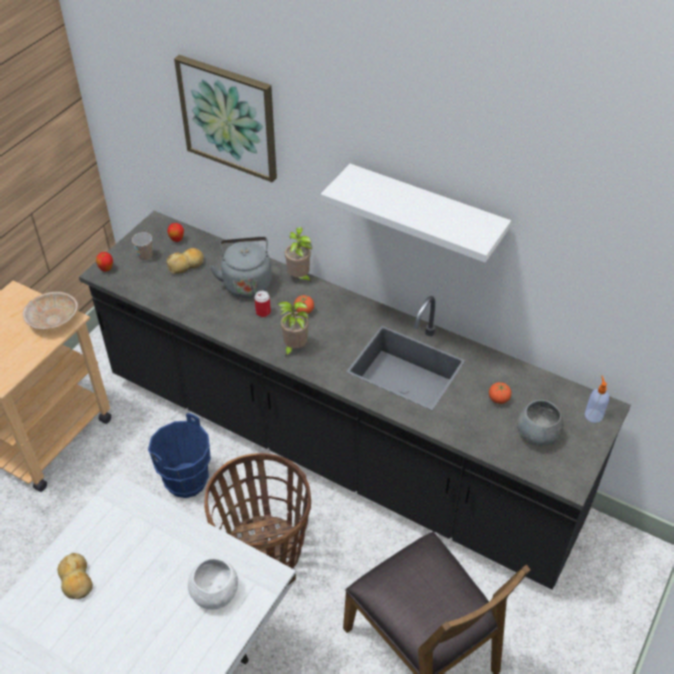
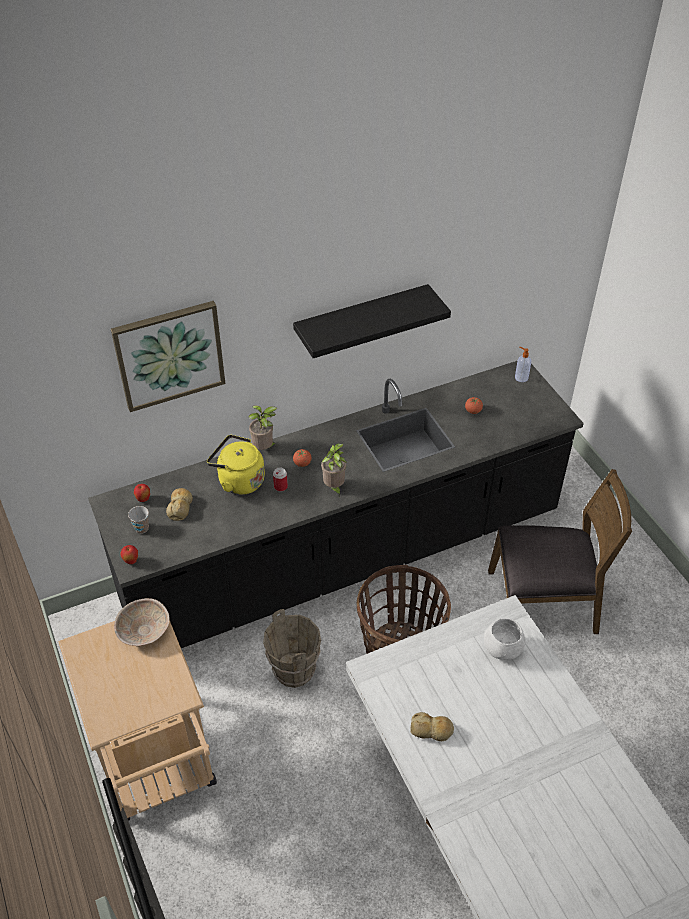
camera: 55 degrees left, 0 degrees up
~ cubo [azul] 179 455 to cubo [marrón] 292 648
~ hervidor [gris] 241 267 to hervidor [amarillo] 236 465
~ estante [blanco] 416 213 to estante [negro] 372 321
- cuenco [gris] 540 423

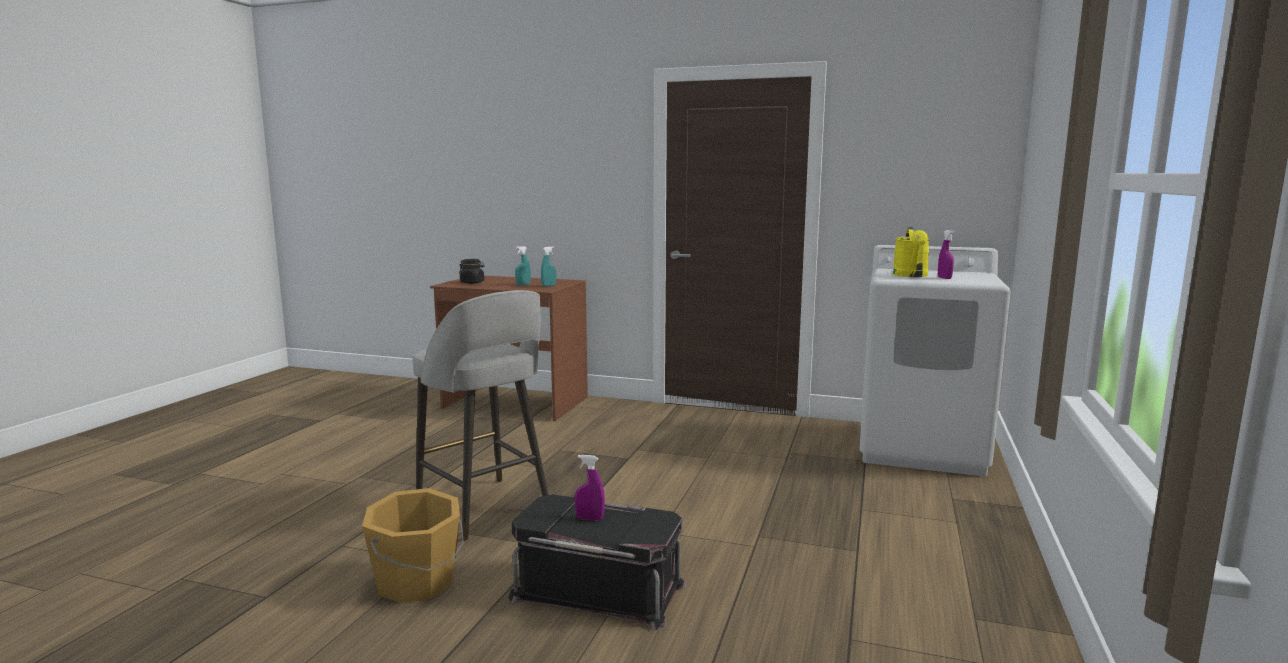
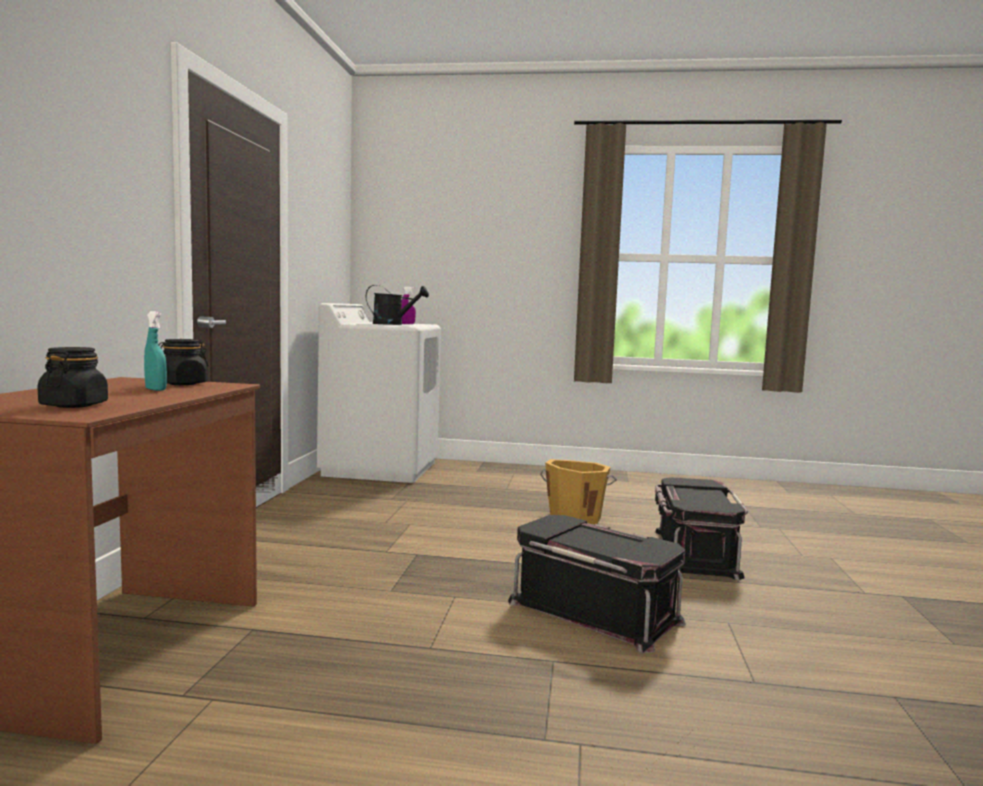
camera: 100 degrees left, 5 degrees down
~ cubo [naranja] 413 545 to 578 491
~ taburete [gris] 480 415 to caja de almacenaje [negro] 597 584
~ pulverizador [turquesa] 549 266 to tarro [negro] 183 362
- pulverizador [morado] 590 488
~ regadera [amarillo] 911 252 to regadera [negro] 397 305

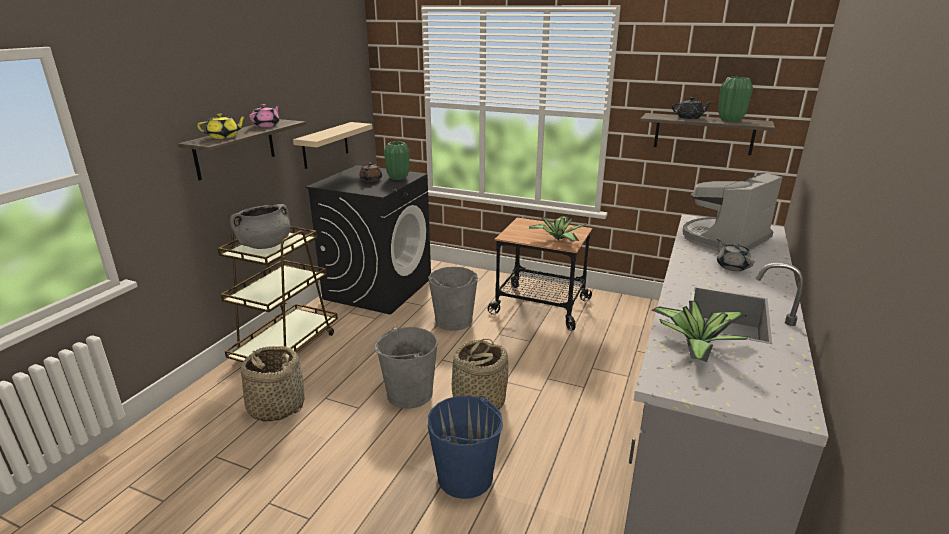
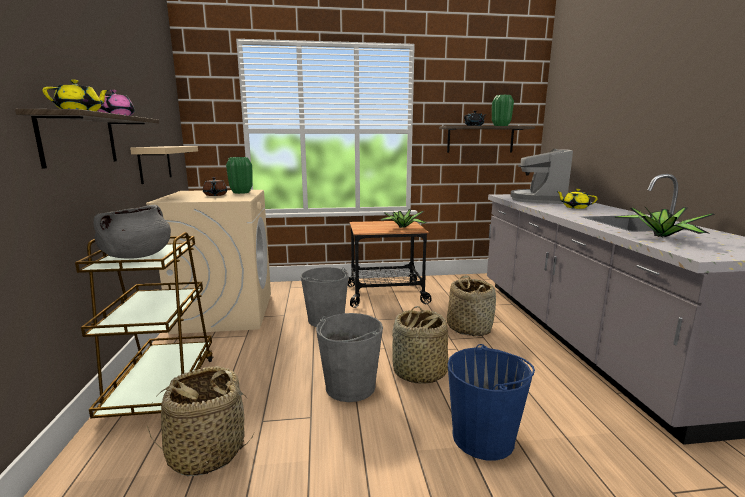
camera: 30 degrees left, 10 degrees down
~ lavadora [negro] 368 240 to lavadora [beis] 208 262
~ tetera [gris] 735 255 to tetera [amarillo] 577 199
+ cesta 471 305

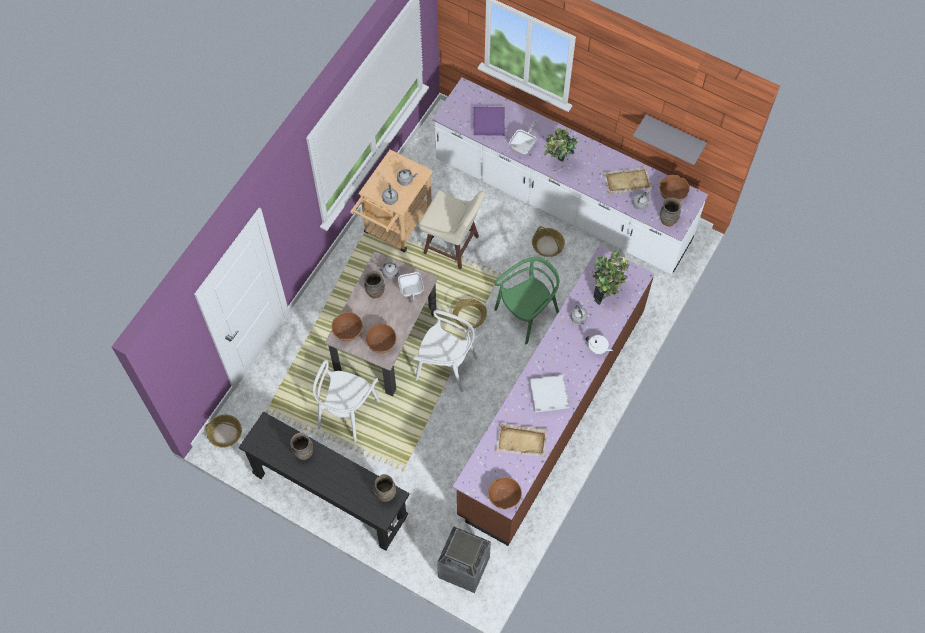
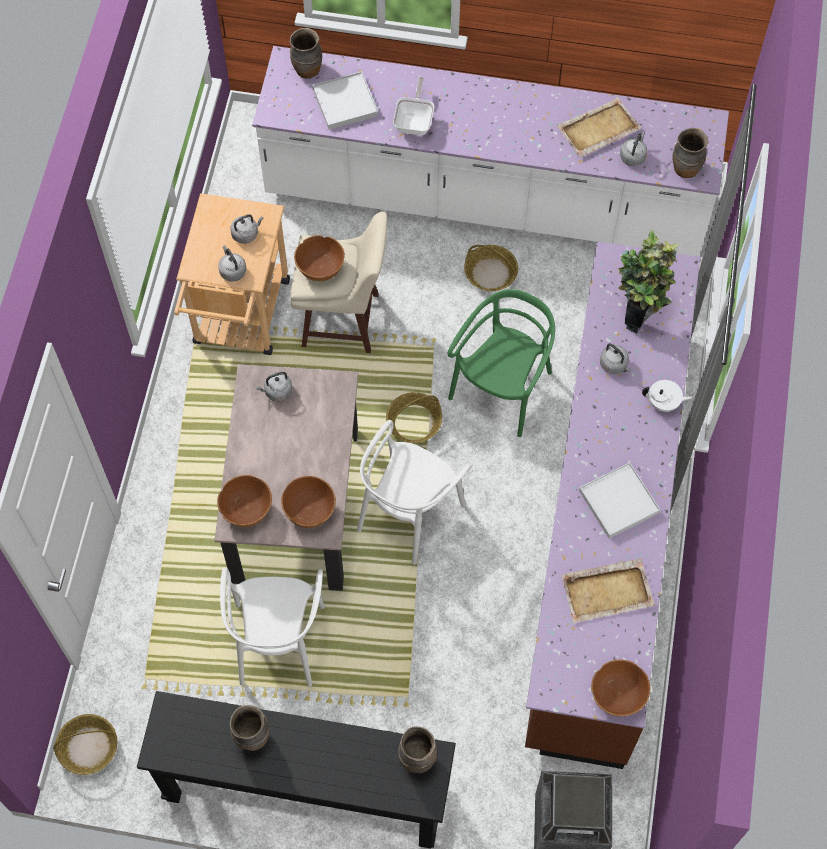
camera: 20 degrees left, 0 degrees up
~ florero [marrón] 374 284 to 306 53
- sartén 411 291
~ silla [blanco] 445 351 = 414 492 120 degrees clockwise
~ bandeja [morado] 489 121 to bandeja [blanco] 345 100
- planta en maceta 561 145
- estante [gris] 670 140
~ cuenco [marrón] 674 188 to 319 258

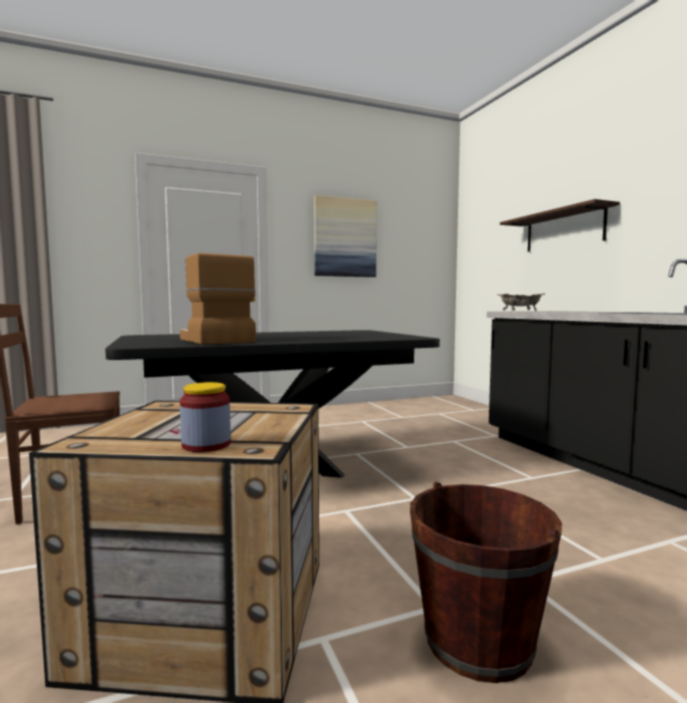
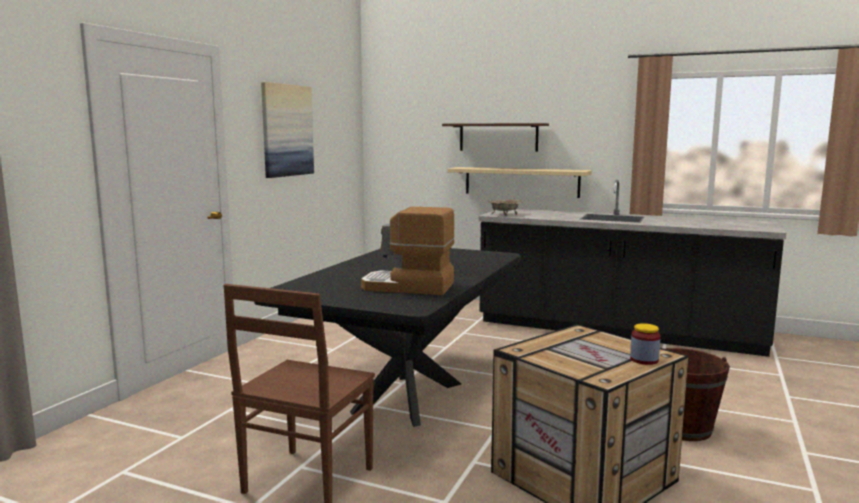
camera: 45 degrees left, 5 degrees up
+ estante [beis] 519 182

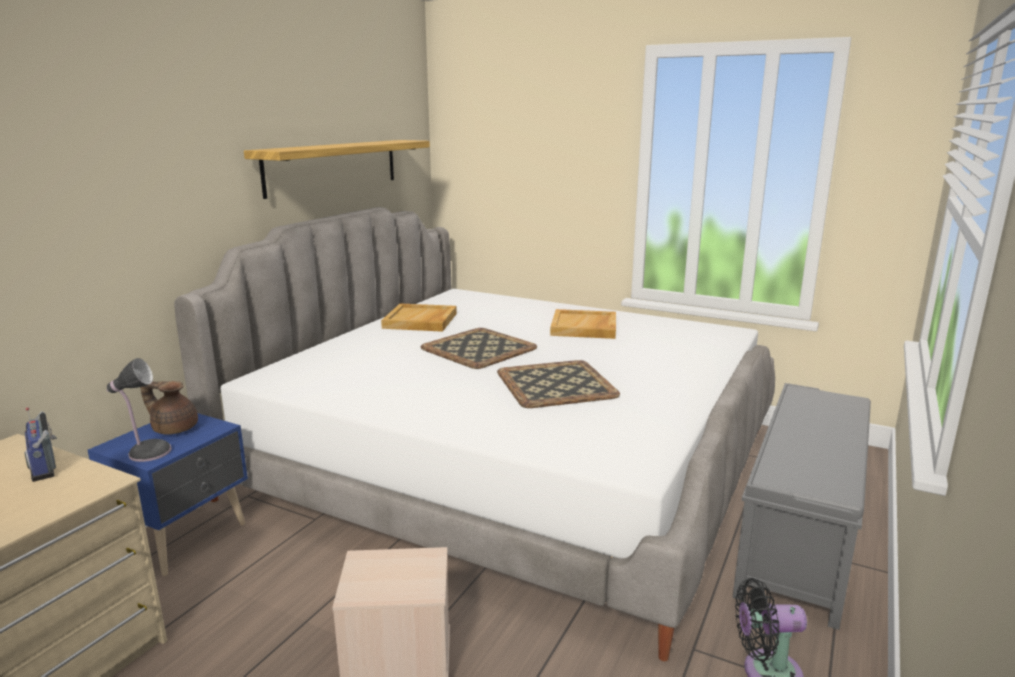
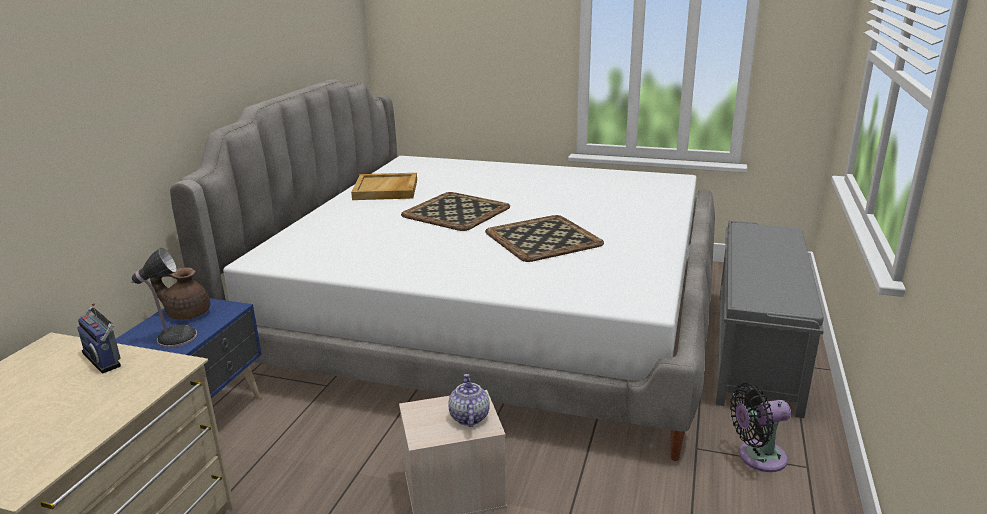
camera: 10 degrees left, 5 degrees up
- estante 337 169
- bandeja [beis] 583 324
+ tetera 469 400

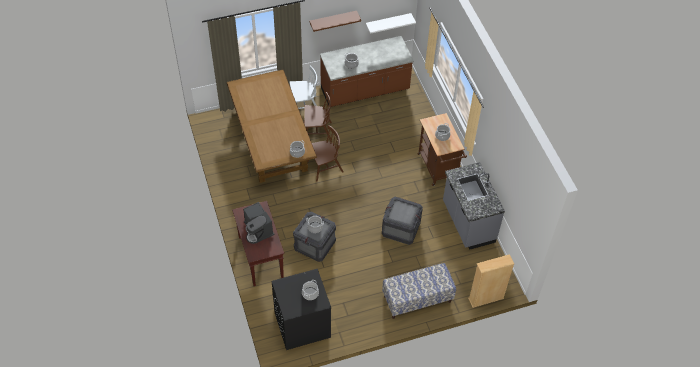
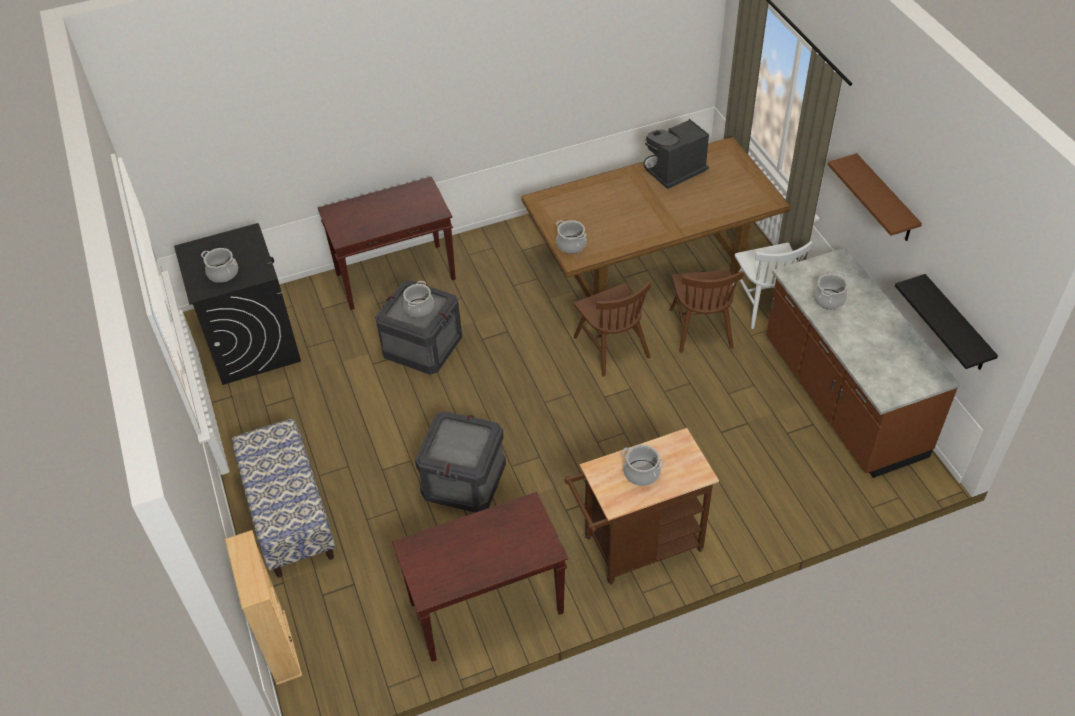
camera: 90 degrees right, 5 degrees down
~ cafetera 258 223 to 676 154
~ estante [blanco] 391 23 to estante [negro] 946 322
~ mueble bajo de cocina [gris] 474 206 to mesa consola [marrón] 480 577

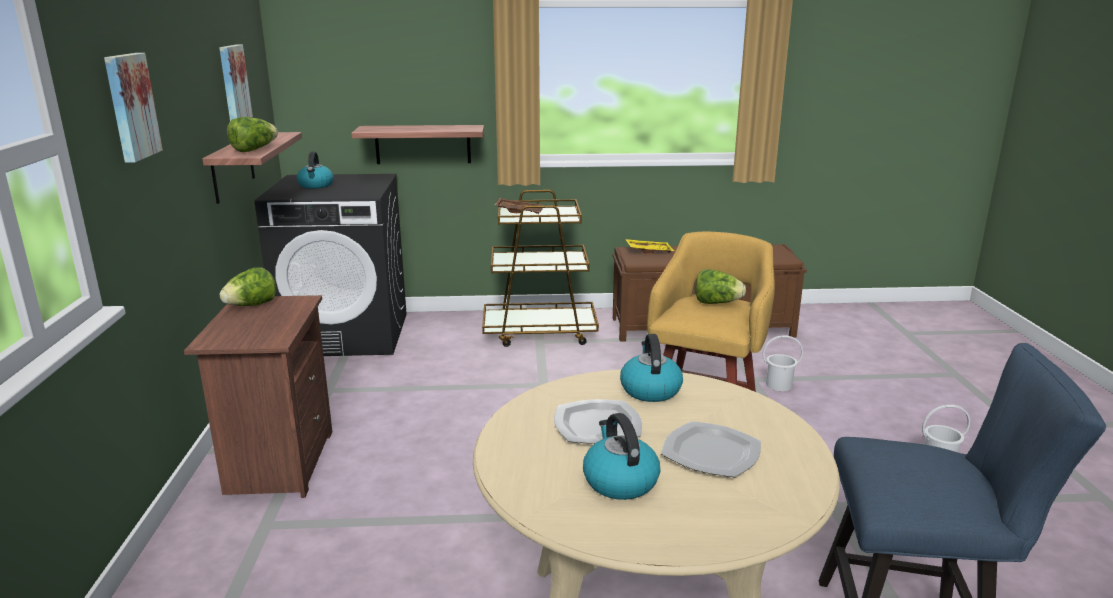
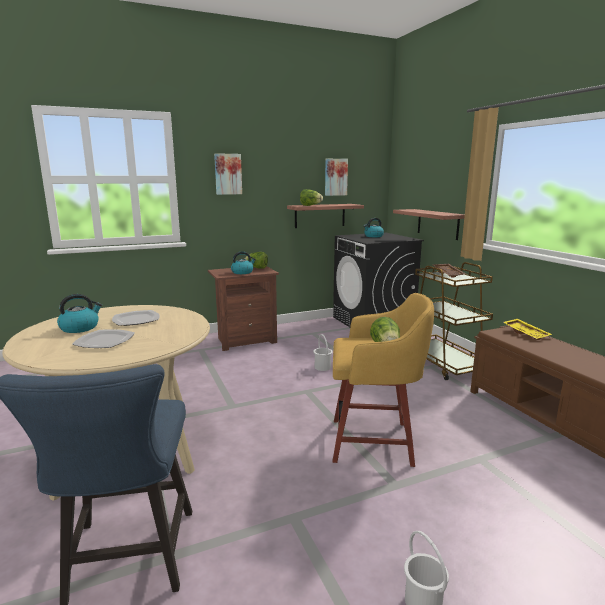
camera: 70 degrees right, 5 degrees down
~ hervidor 651 368 to 243 262
~ cubo [blanco] 783 363 to 323 352

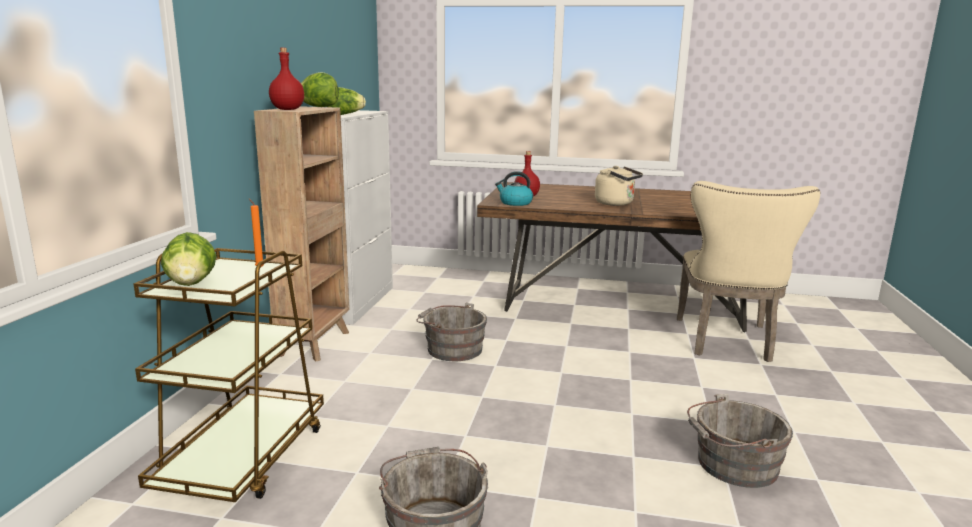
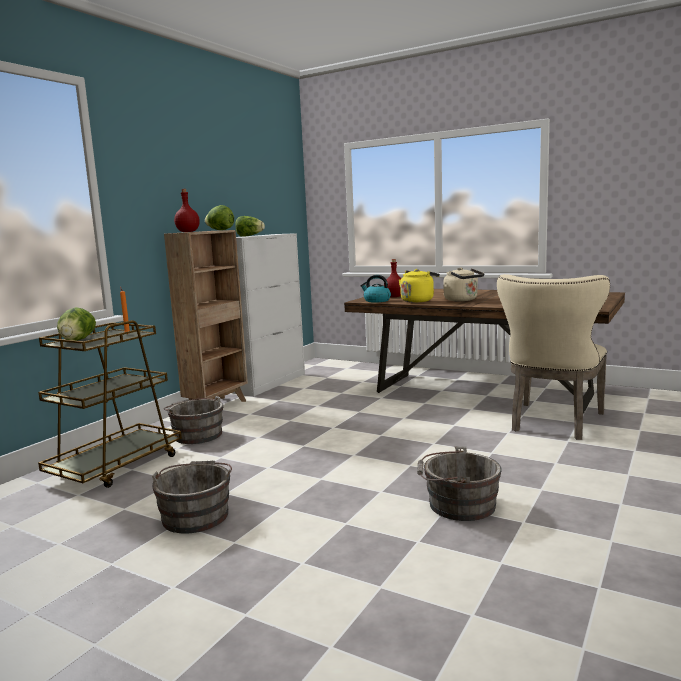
camera: 20 degrees right, 5 degrees down
~ cubo [gris] 451 332 to 193 420
+ hervidor [amarillo] 419 285

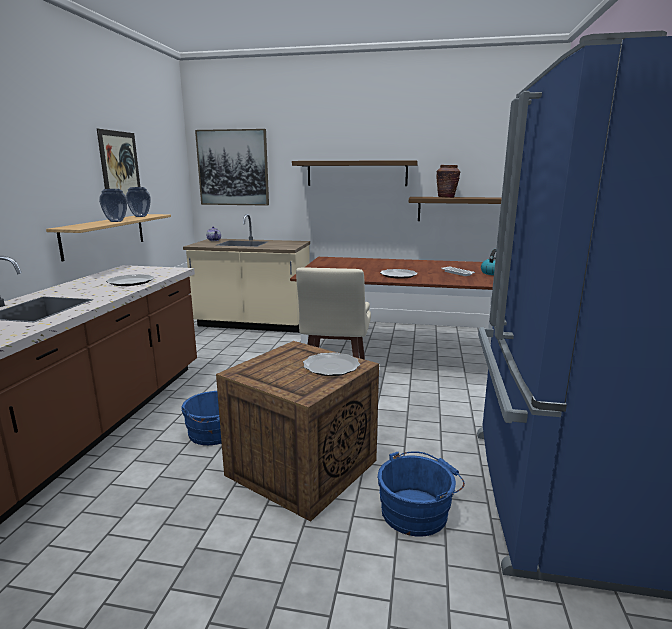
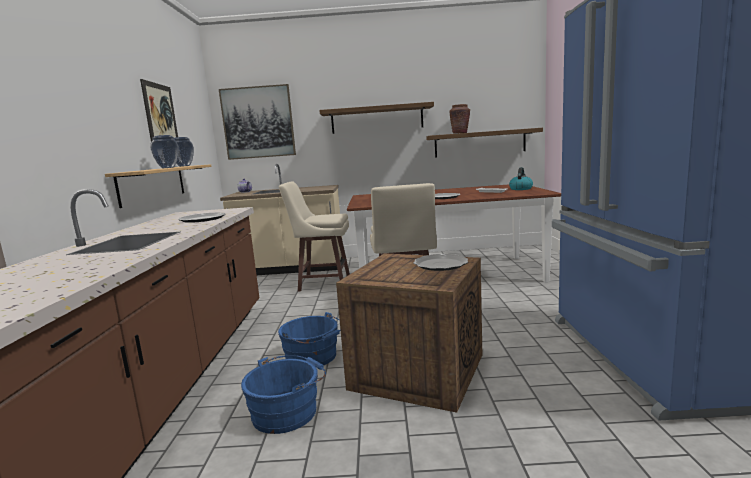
camera: 10 degrees left, 5 degrees down
~ cubo [azul] 421 494 to 283 394
+ taburete [beis] 314 236

